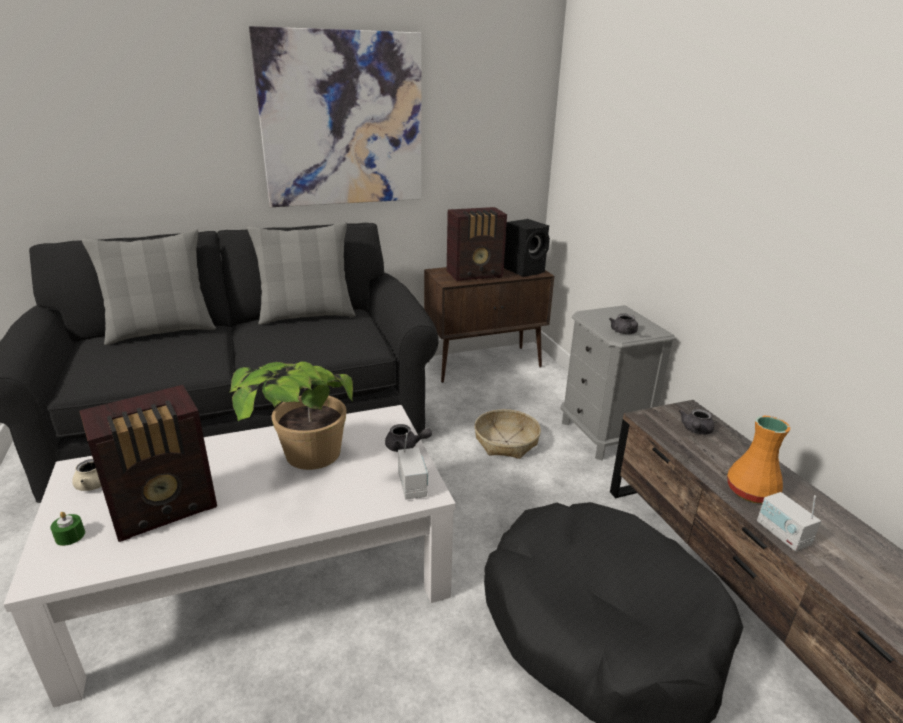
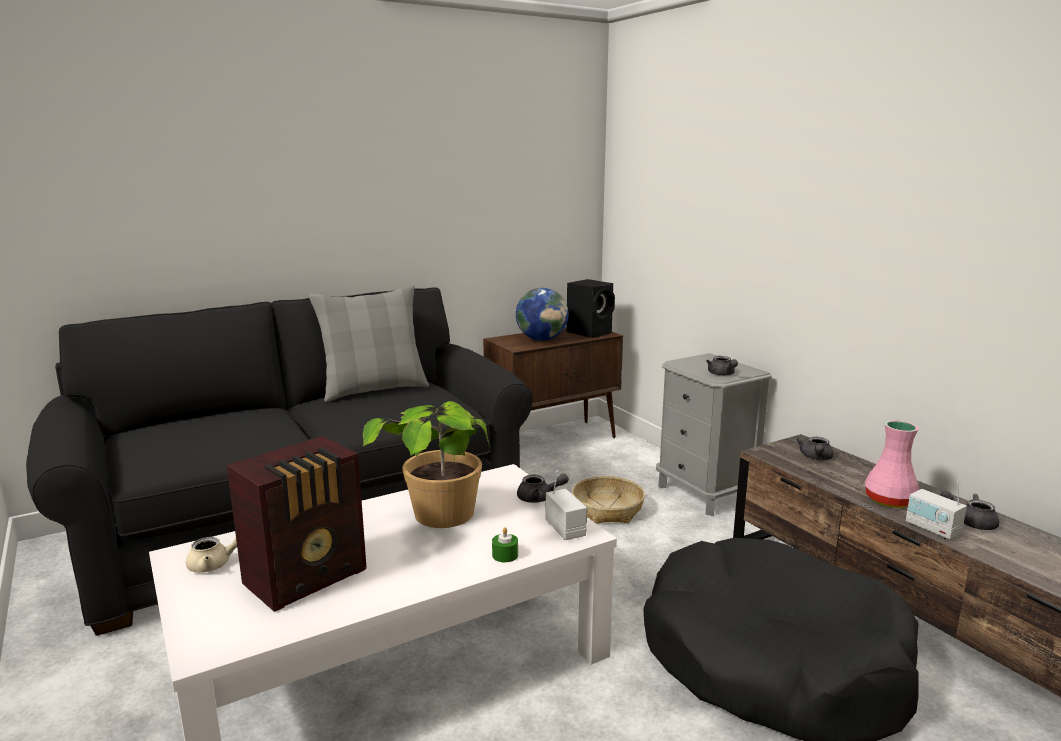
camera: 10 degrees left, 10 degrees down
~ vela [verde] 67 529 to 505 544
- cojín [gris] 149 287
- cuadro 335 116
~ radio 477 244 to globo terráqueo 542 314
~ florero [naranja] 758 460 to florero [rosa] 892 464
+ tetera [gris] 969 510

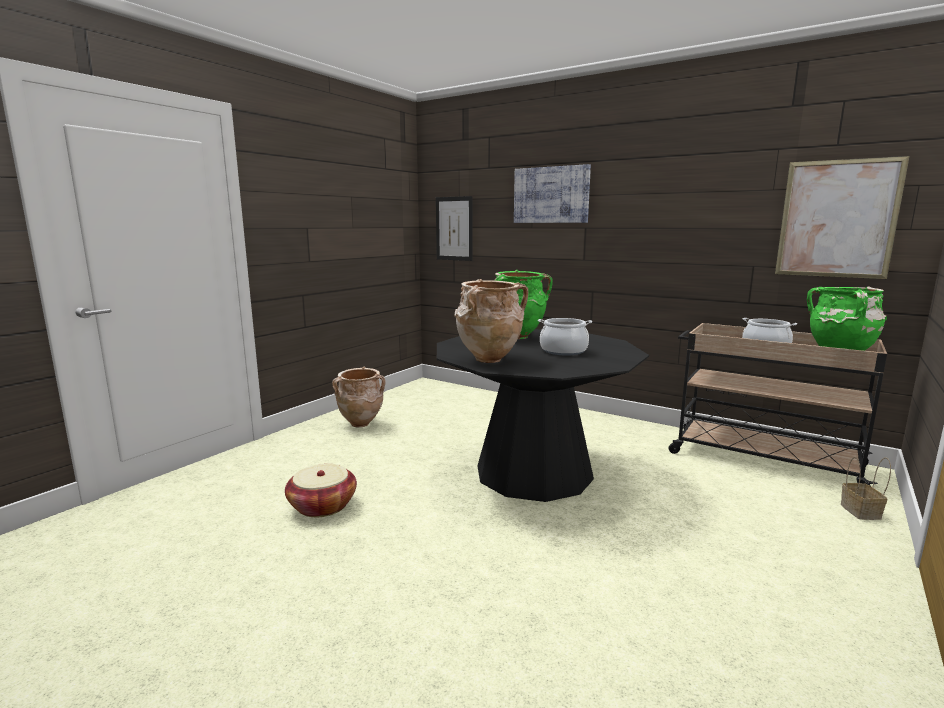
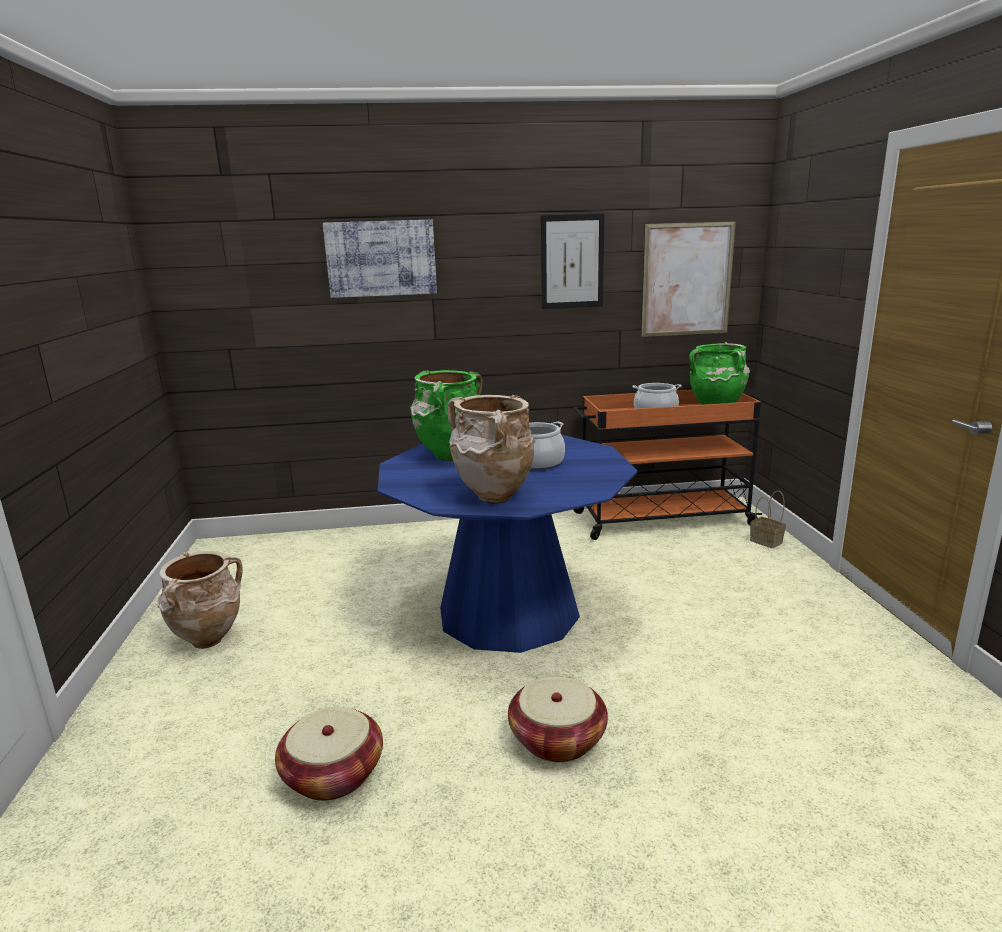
camera: 40 degrees left, 5 degrees up
~ cuadro 454 228 to 573 261
~ mesa de comedor [negro] 543 415 to mesa de comedor [azul] 508 544
~ carrito [beis] 777 404 to carrito [naranja] 668 465
+ cesta 558 719

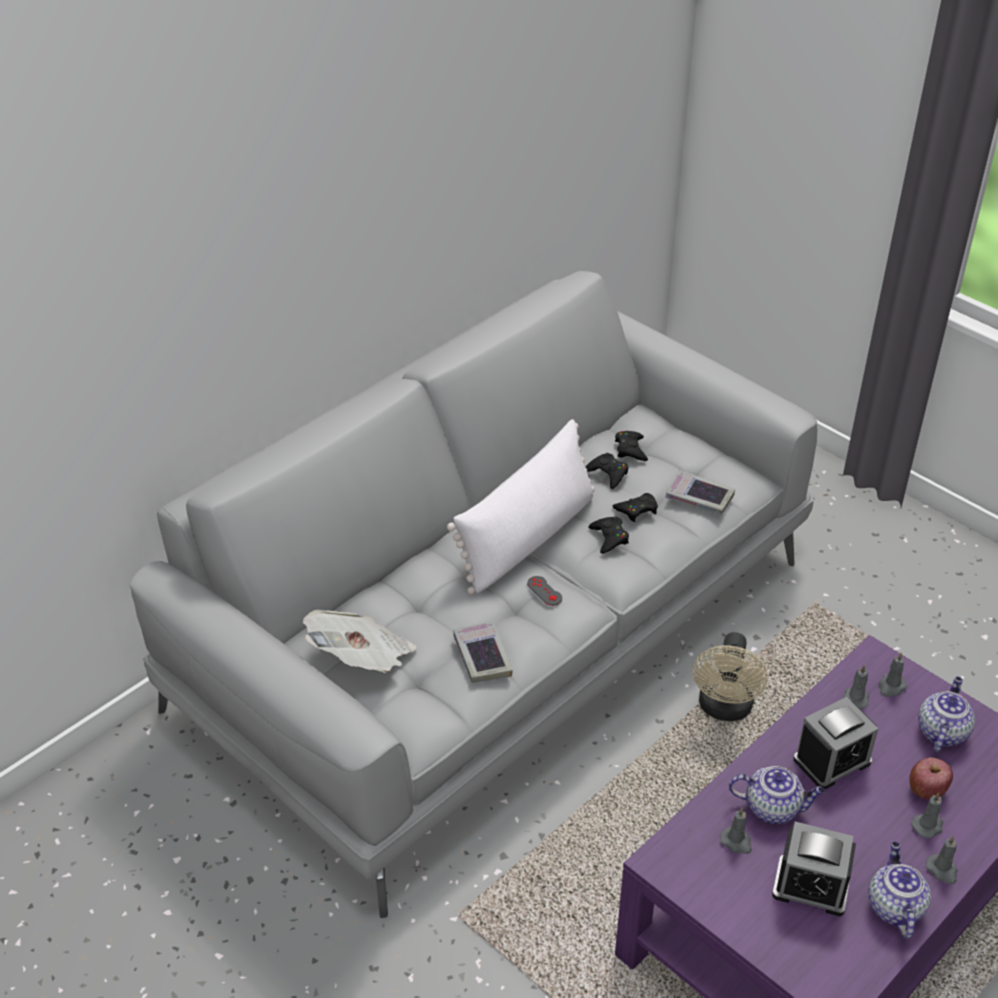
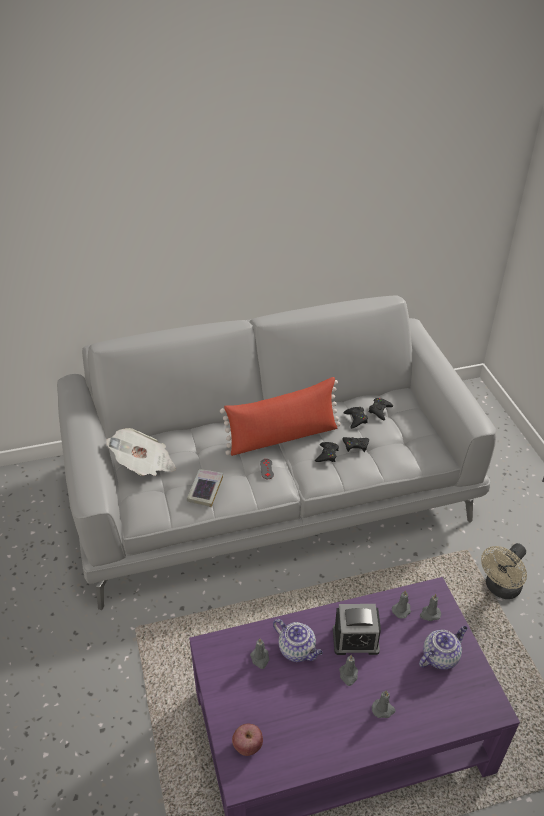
camera: 30 degrees right, 0 degrees up
~ cojín [blanco] 521 507 to cojín [rojo] 280 416
- libro 700 492
~ ventilador [beis] 730 676 to 504 571
- despertador 814 869
- tetera 899 890
~ manzana 931 778 to 247 739
~ vela [gris] 942 860 to 348 670

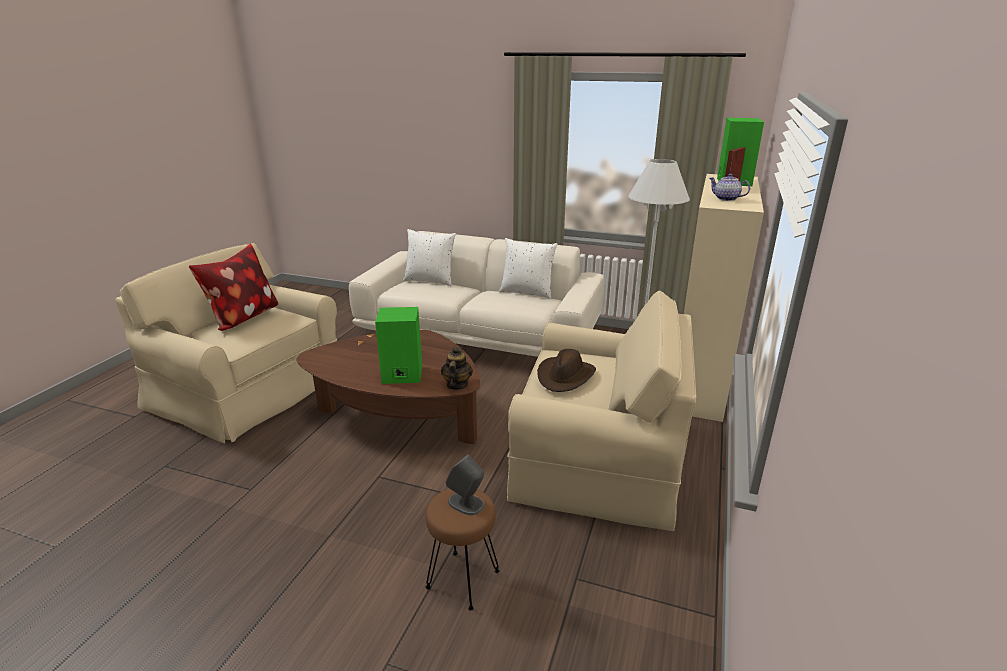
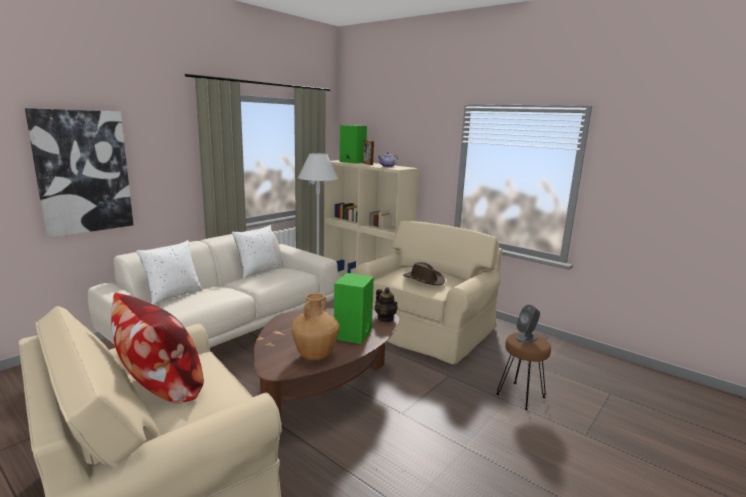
camera: 70 degrees left, 10 degrees down
~ tetera 457 368 = 386 305 150 degrees counterclockwise
+ cuadro 79 173
+ florero [marrón] 315 326

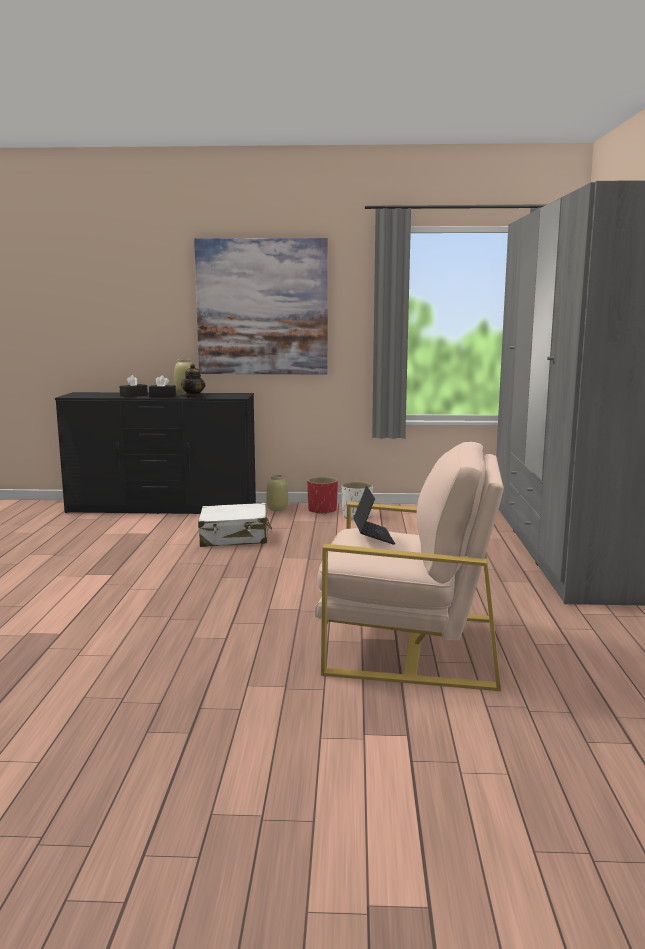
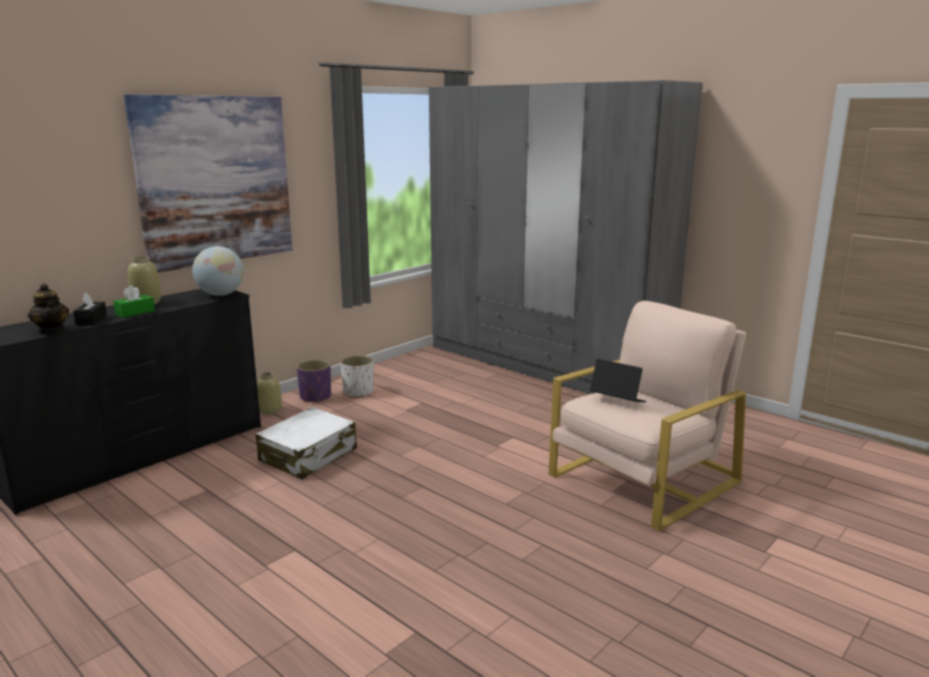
camera: 50 degrees left, 5 degrees up
~ caja de pañuelos [negro] 162 386 to caja de pañuelos [verde] 134 301
~ tetera 193 381 to 48 308
~ maceta [rojo] 322 496 to maceta [morado] 314 381
+ globo terráqueo 218 271

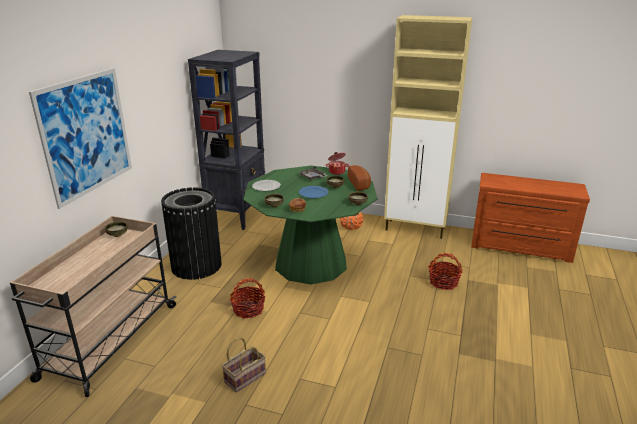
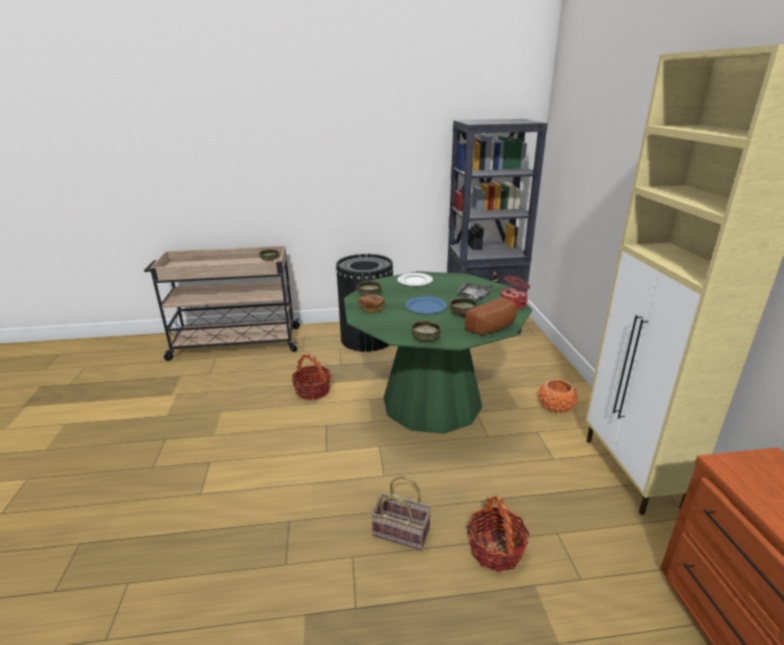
camera: 65 degrees right, 0 degrees up
- cuadro 80 138
~ cesta 244 364 to 401 513

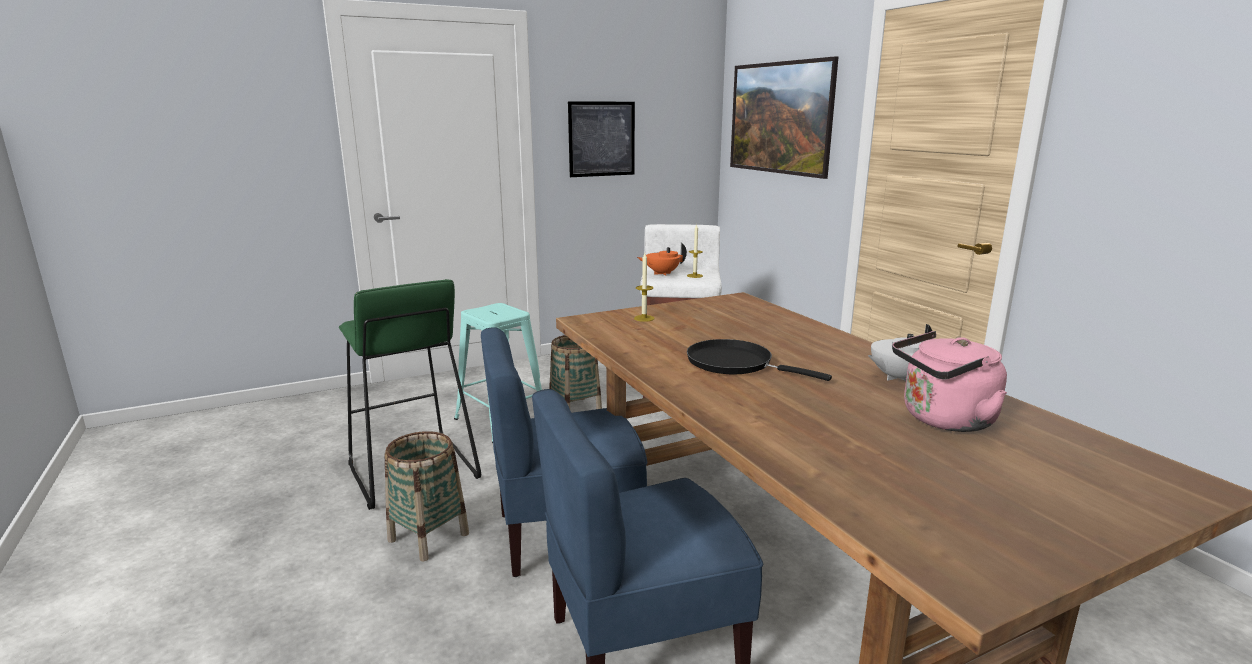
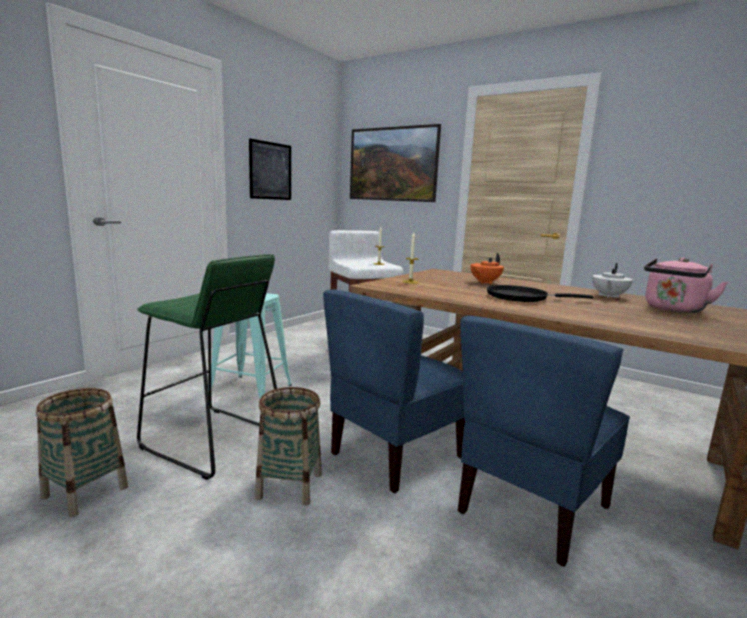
camera: 30 degrees left, 5 degrees down
~ cesta 575 372 to 82 452
~ tetera [naranja] 662 259 to 487 268

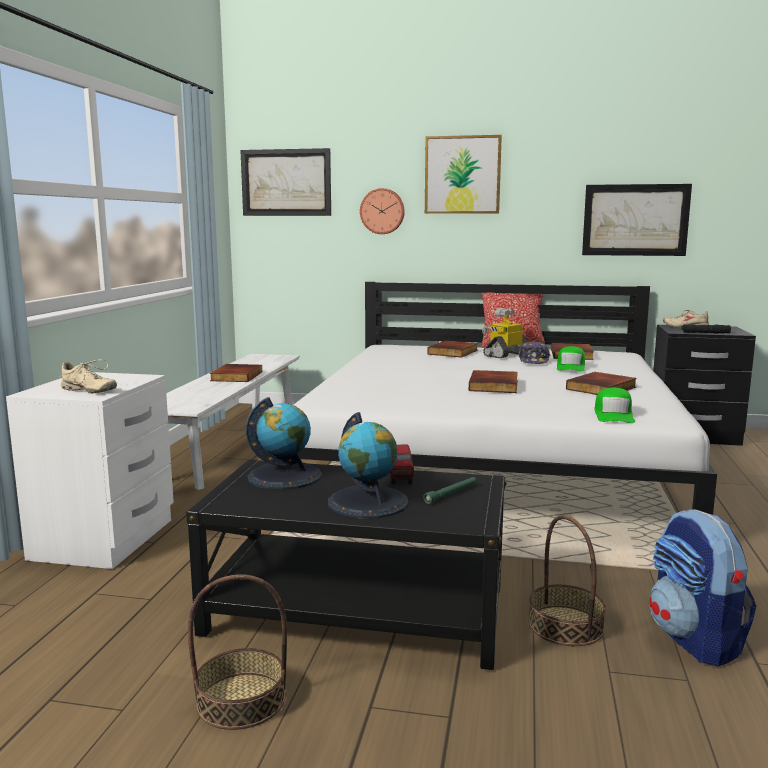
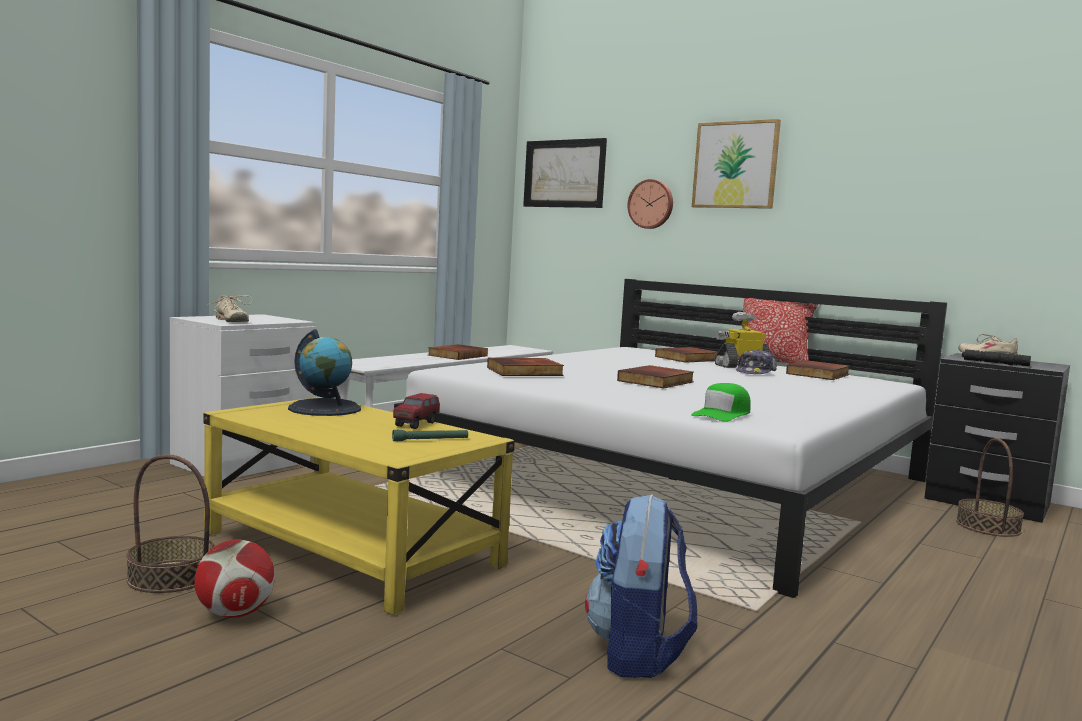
camera: 25 degrees right, 5 degrees down
~ mesa de centro [negro] 346 564 to mesa de centro [amarillo] 359 506
- globo terráqueo 368 465
~ cesta 567 580 to 990 487
- gorra [verde] 571 359
~ libro 601 383 to 525 367
- cuadro 637 220
+ balón de fútbol 234 578

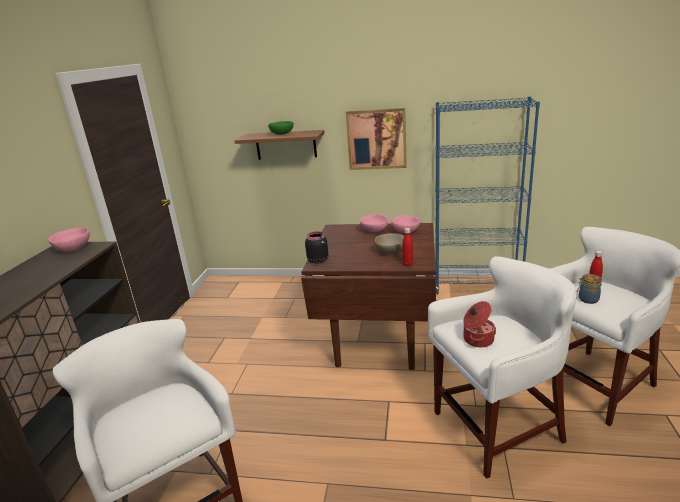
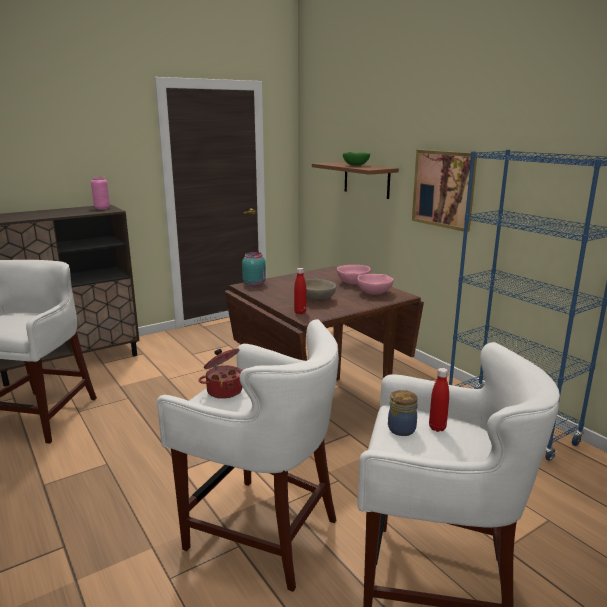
camera: 45 degrees right, 5 degrees down
~ cuenco [rosa] 69 239 to florero [rosa] 100 193
~ tarro [negro] 316 247 to tarro [turquesa] 254 269

